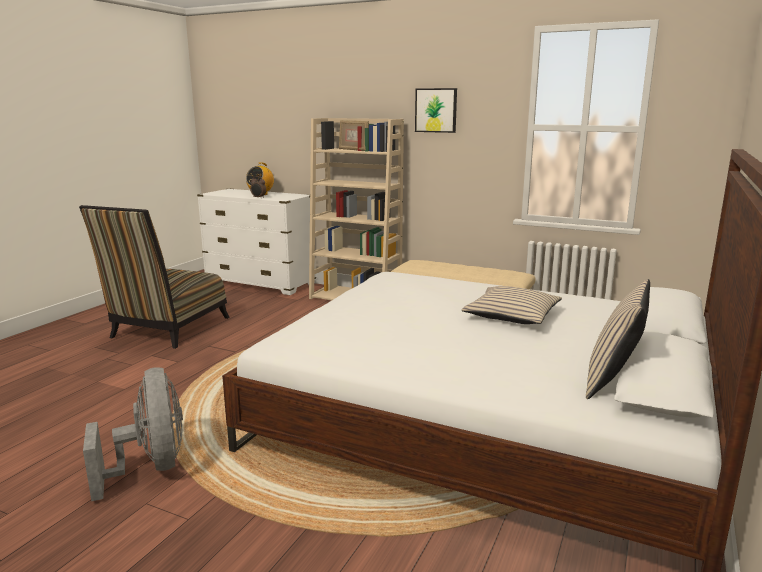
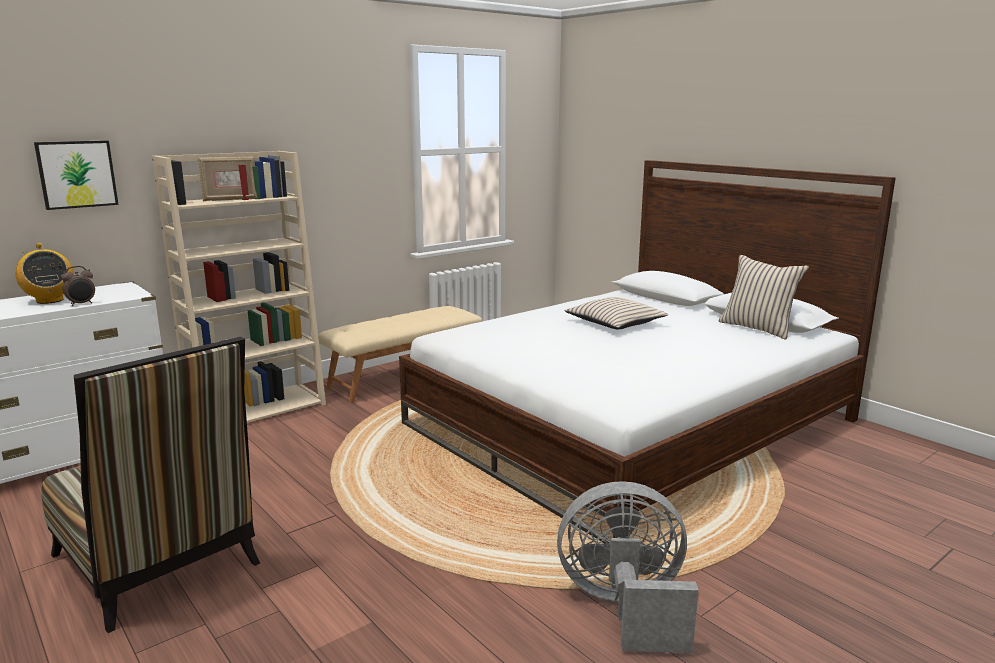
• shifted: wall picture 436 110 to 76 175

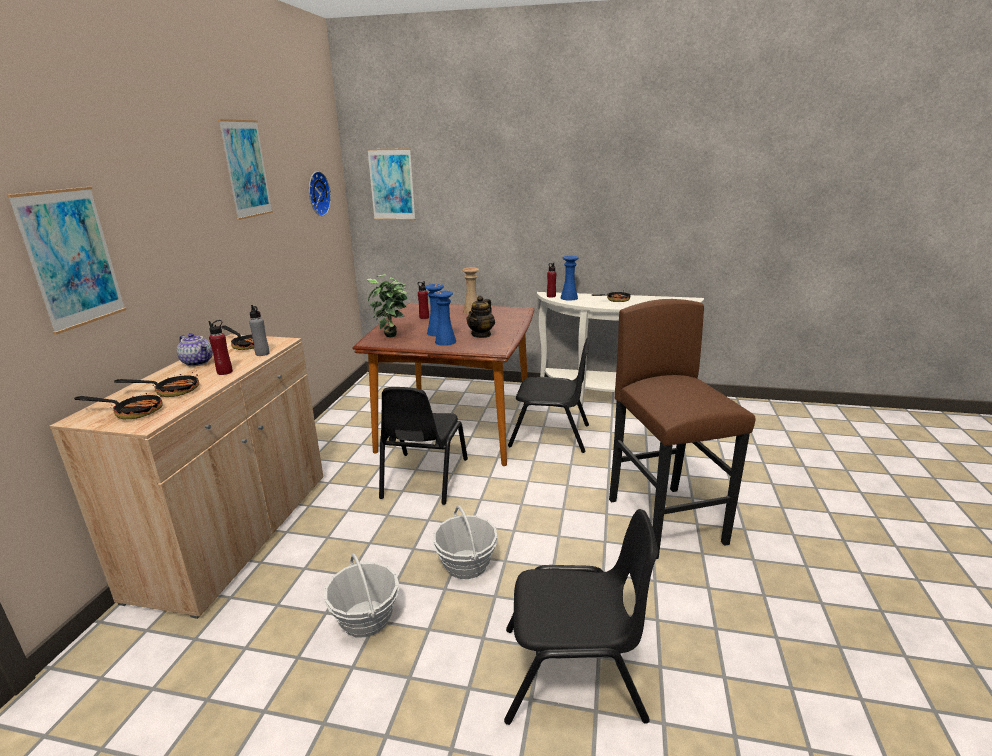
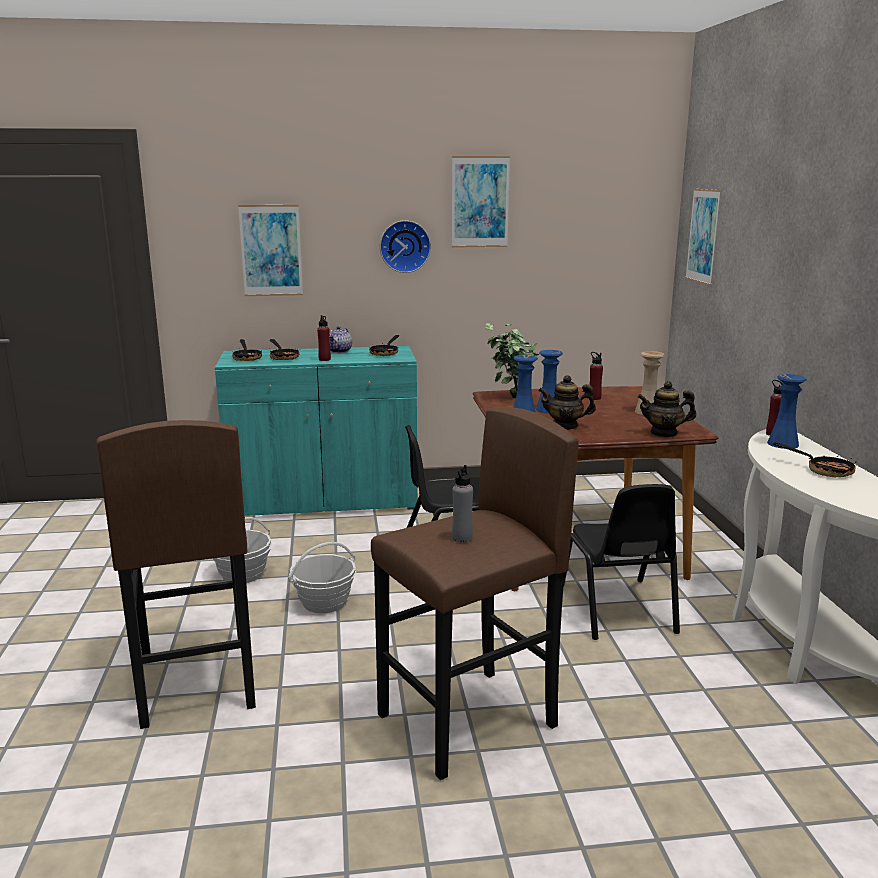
• new: tea pot 666 409
• shifted: grey drink bottle 259 330 to 462 503
• shifted: clock on the wall 320 193 to 405 246
• swapped: black upright chair 581 617 to brownish sitting stool 176 574
• repainted: beige storage cabinet 187 476 to blue-green storage cabinet 316 431

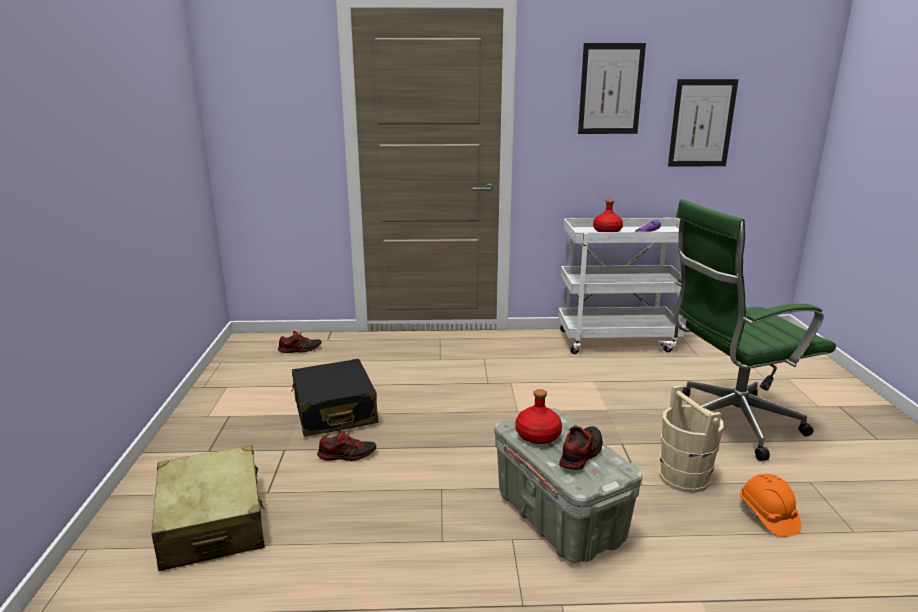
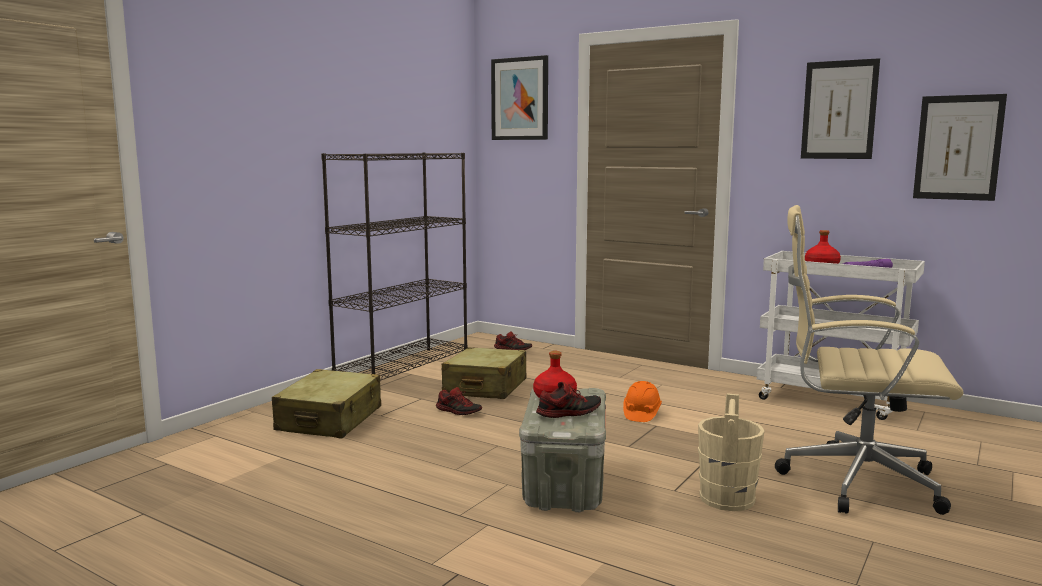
• new: black bookcase 394 267
• new: wall picture 519 97
• shifted: orange safety helmet 770 505 to 642 401
• repainted: black piece of luggage 334 398 to beige piece of luggage 484 373
• repainted: greenish desk chair 755 330 to beige desk chair 869 360

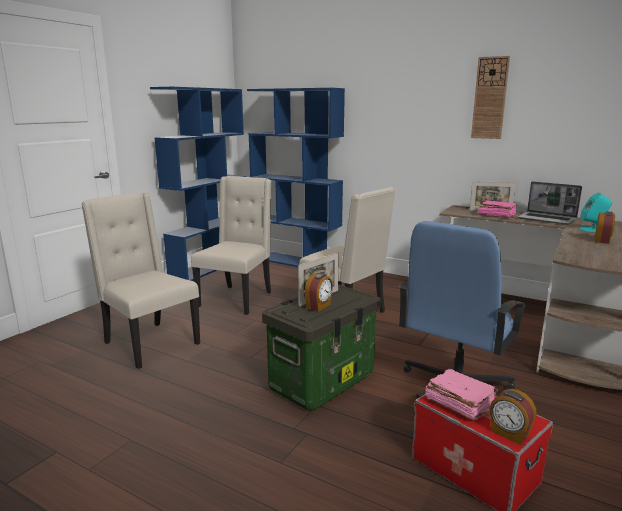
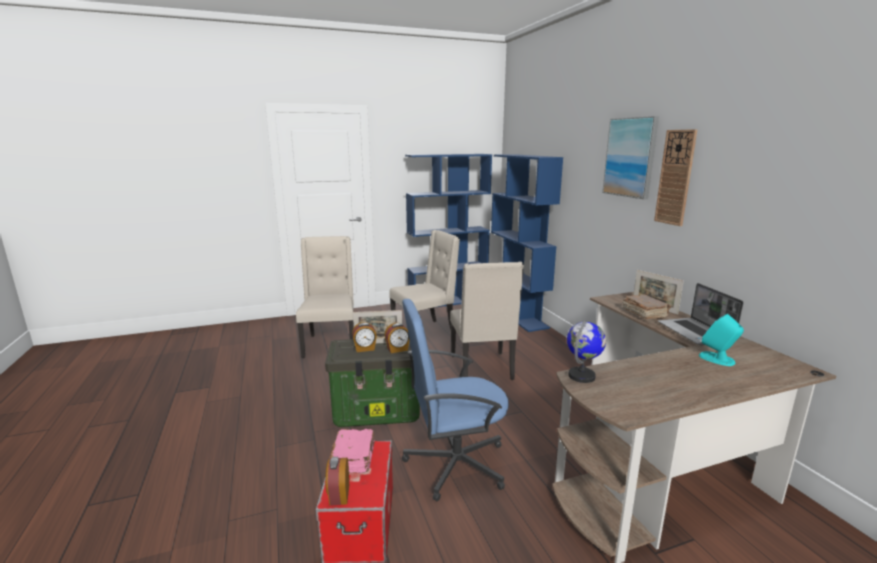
• new: desk globe 586 352
• new: wall picture 630 157
• shifted: bedside clock 605 227 to 397 338
• repainted: pink-coloured bound book 497 209 to brownish bound book 646 306

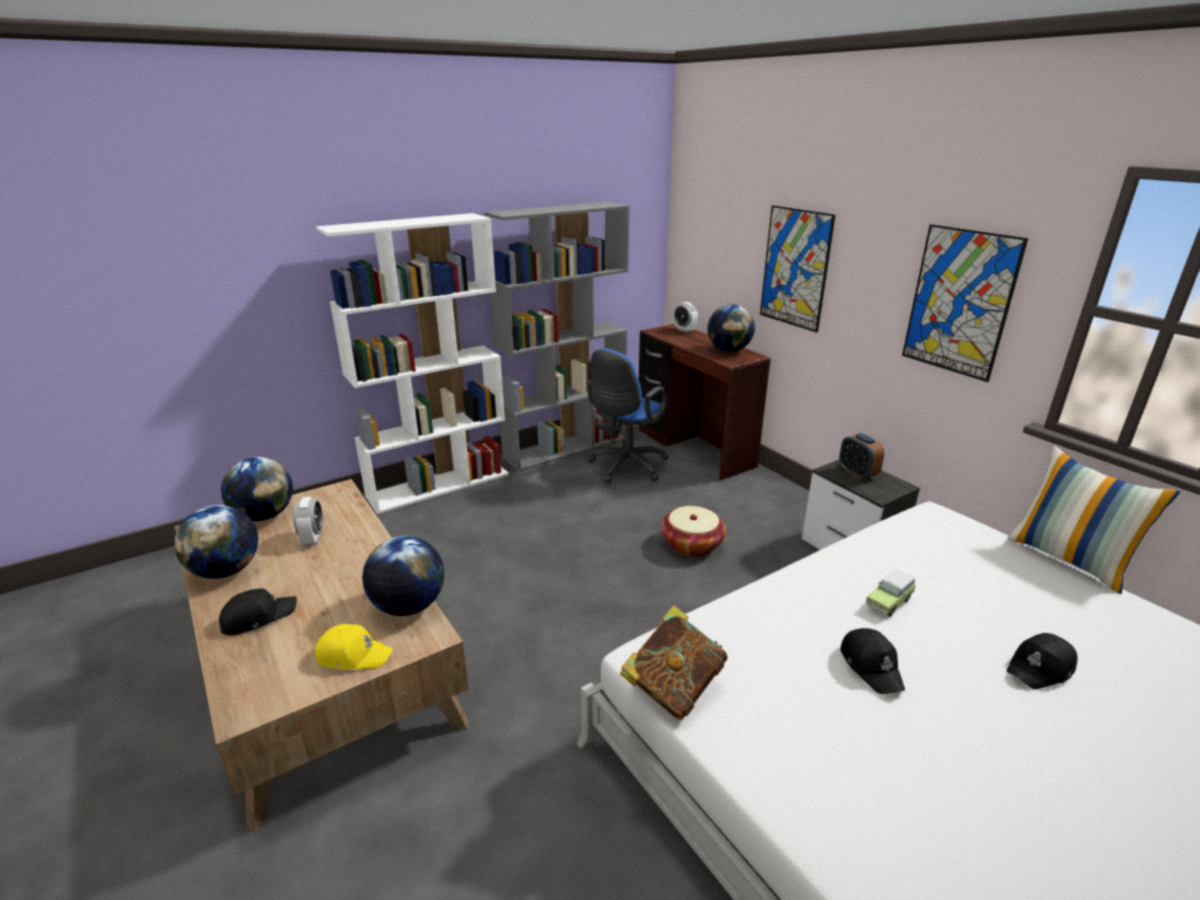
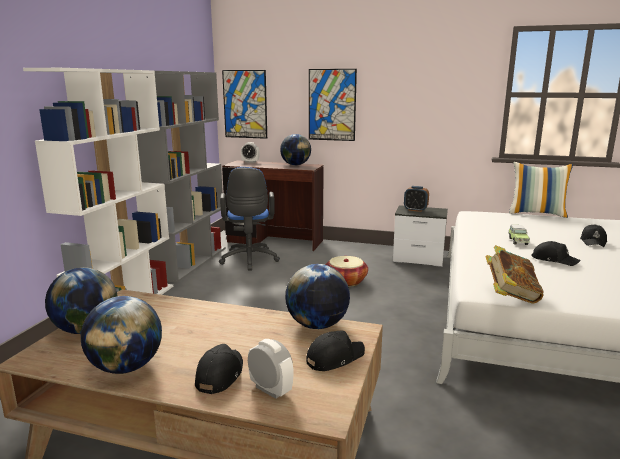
• shifted: bedside clock 308 521 to 270 369
• shifted: wall picture 965 303 to 244 104
• repainted: yellow-coloured cap 353 647 to black cap 335 351

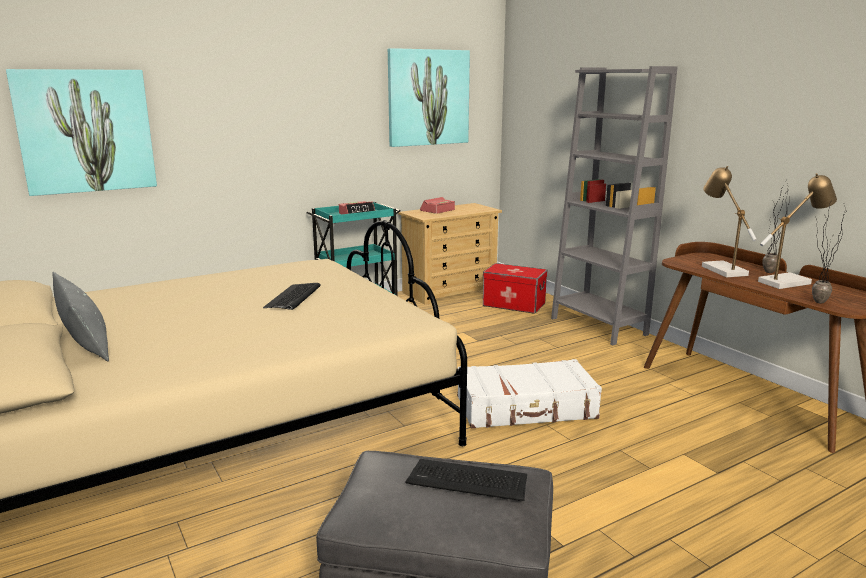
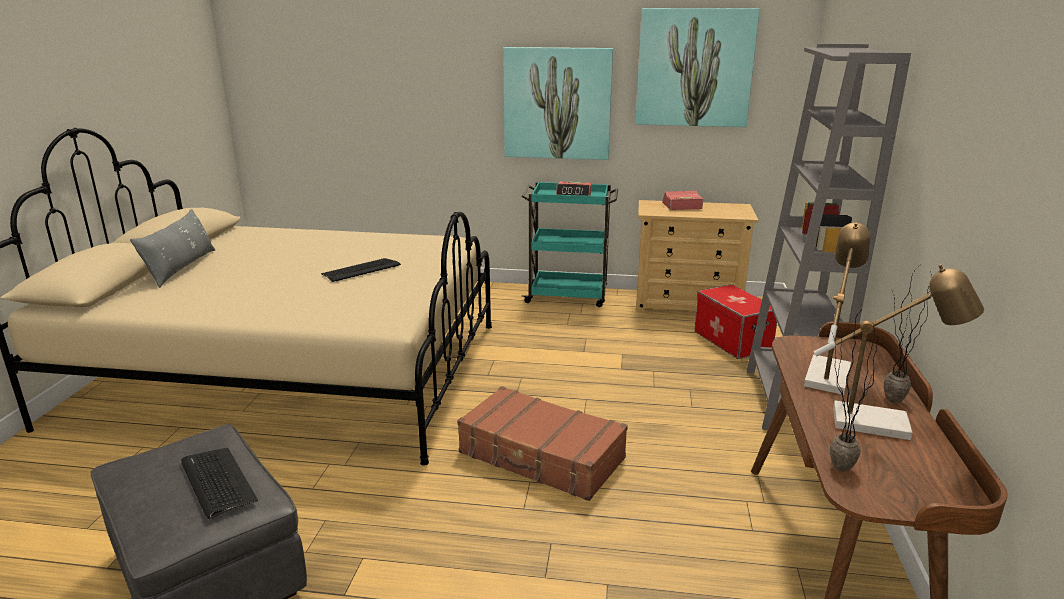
• shifted: wall picture 81 132 to 558 103
• repainted: white piece of luggage 529 393 to brownish piece of luggage 542 443

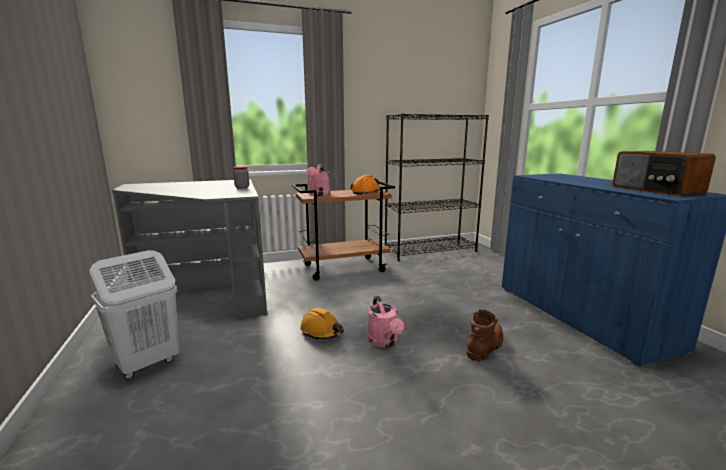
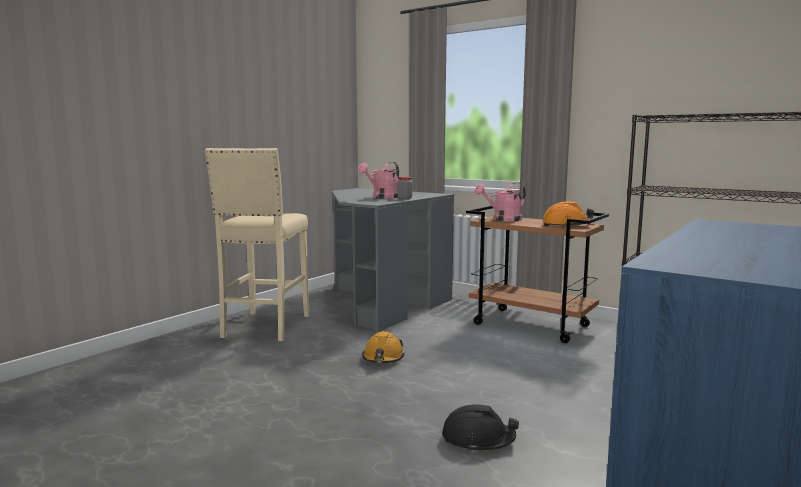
• gone: radio set 664 173
• shifted: pink-coloured watering can 386 322 to 378 180
• swapped: white hamper 134 314 to beige sitting stool 257 244
• swapped: brownish tall boot 484 335 to black safety helmet 480 428

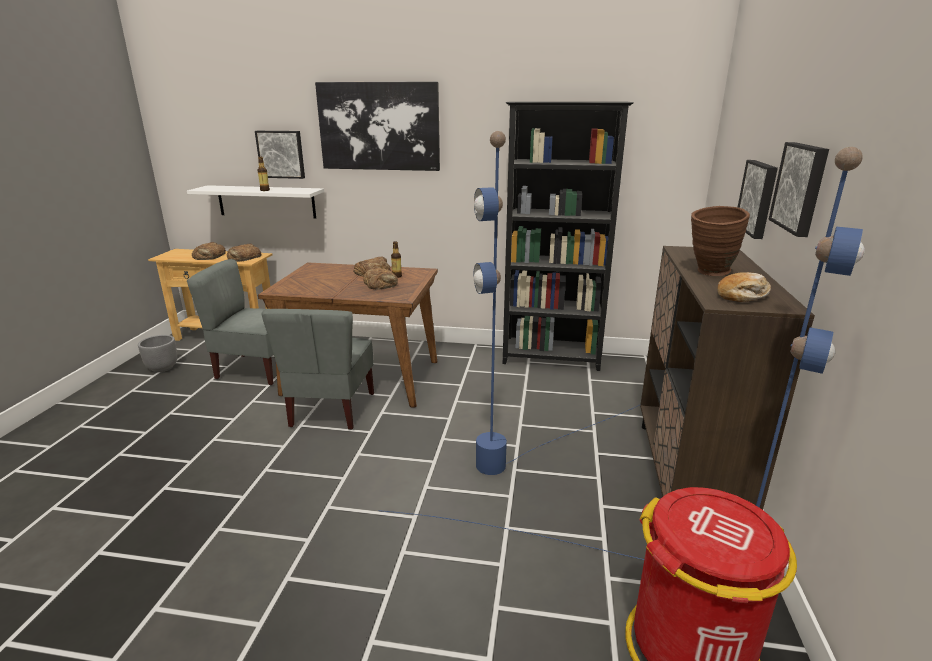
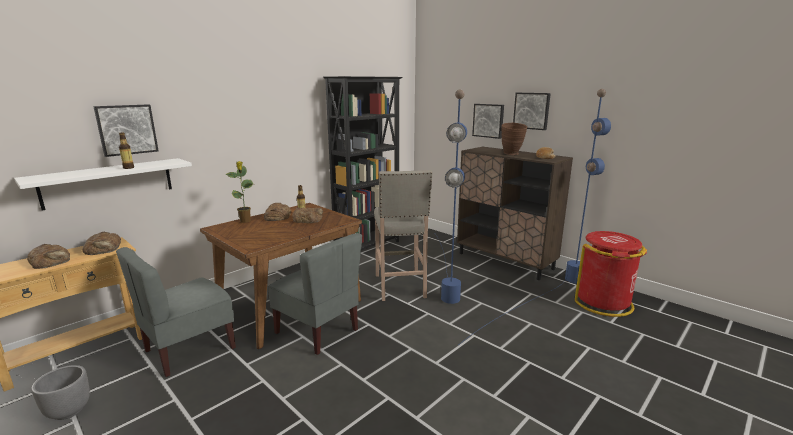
• gone: wall picture 377 126
• new: houseplant 239 192
• new: beige sitting stool 403 235

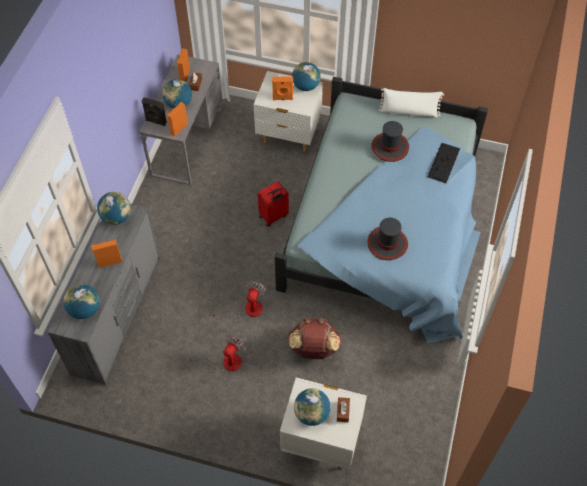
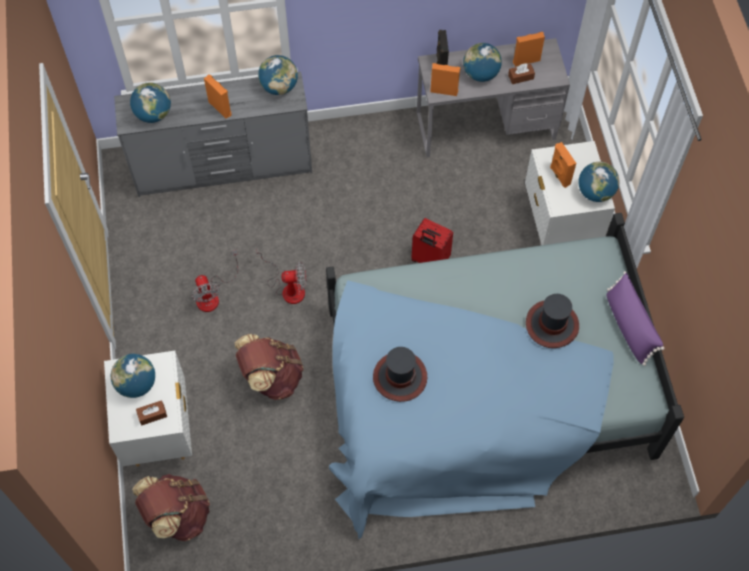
• gone: keyboard 443 163
• new: brownish rucksack 171 507
• repainted: white throw pillow 411 102 to purple throw pillow 635 318
• rotated: fan 215 354 = 214 281 60 degrees clockwise

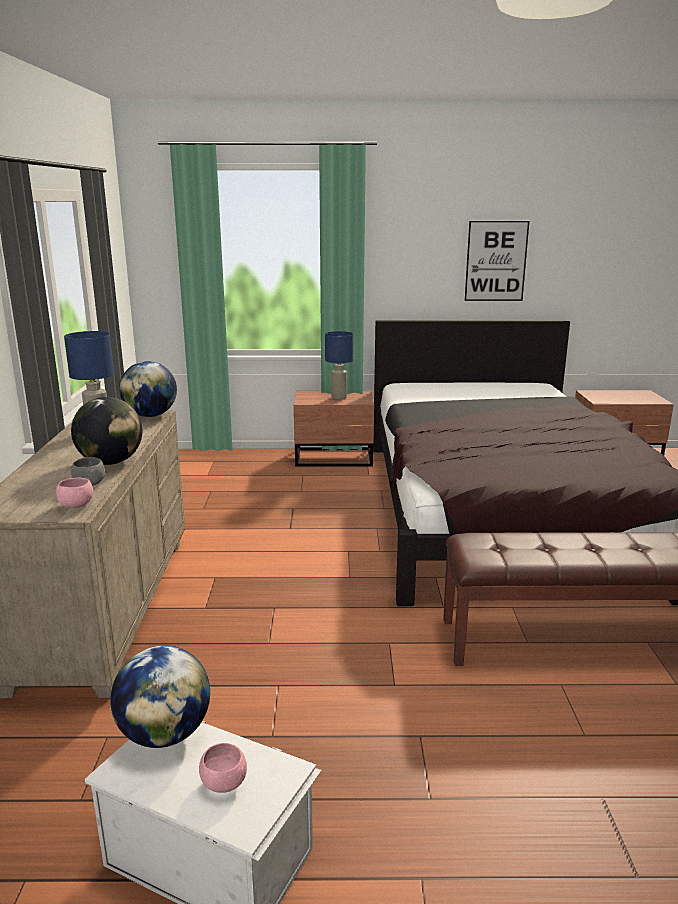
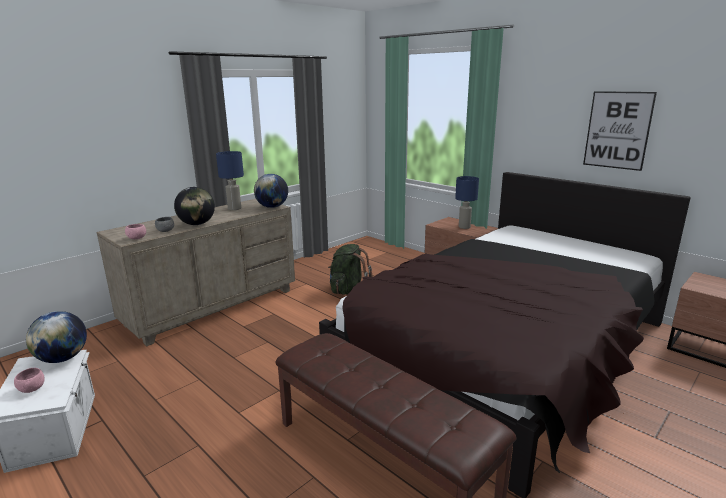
• new: greenish rucksack 350 269

